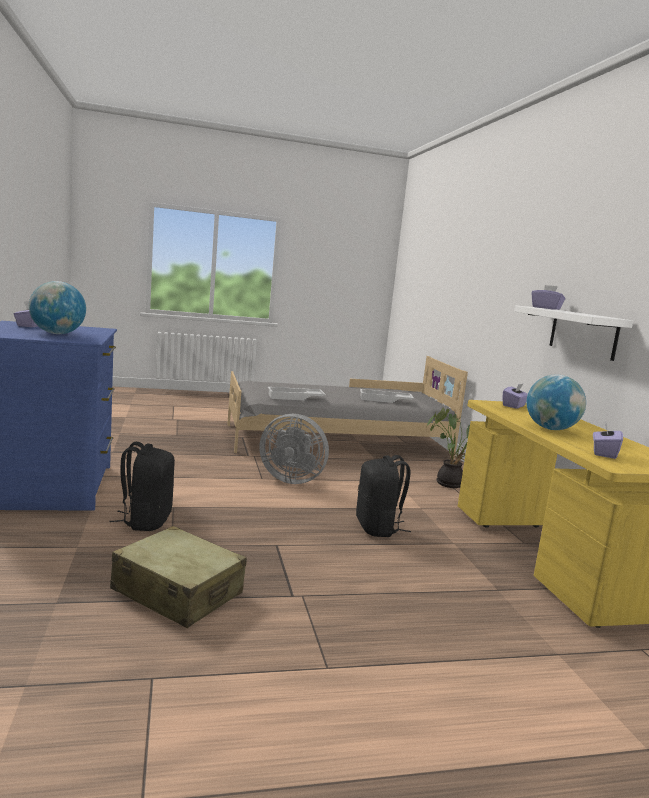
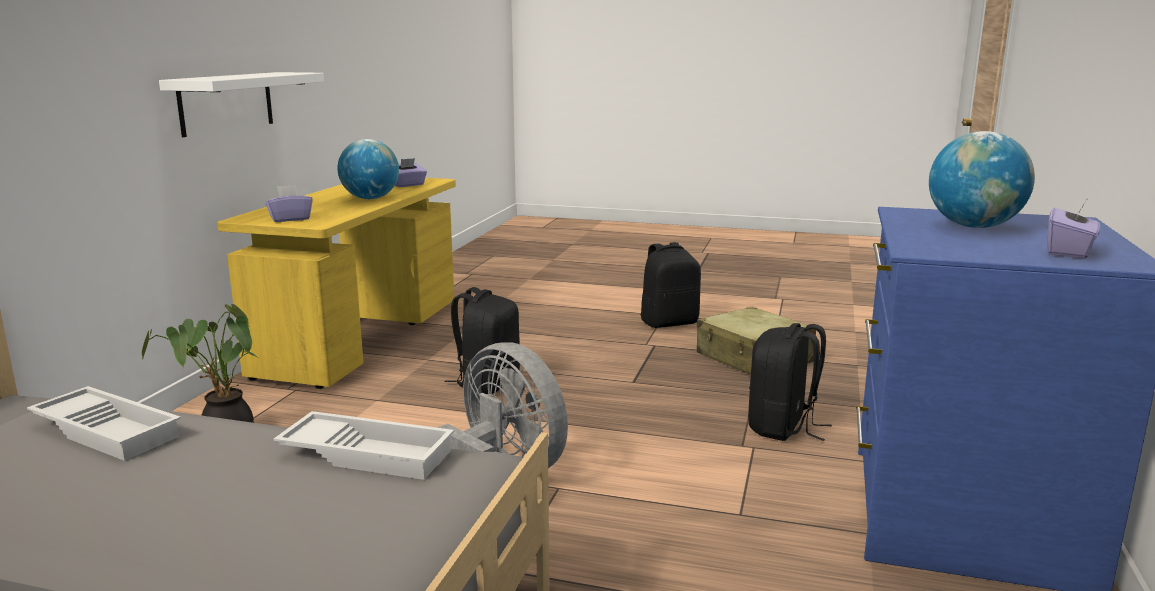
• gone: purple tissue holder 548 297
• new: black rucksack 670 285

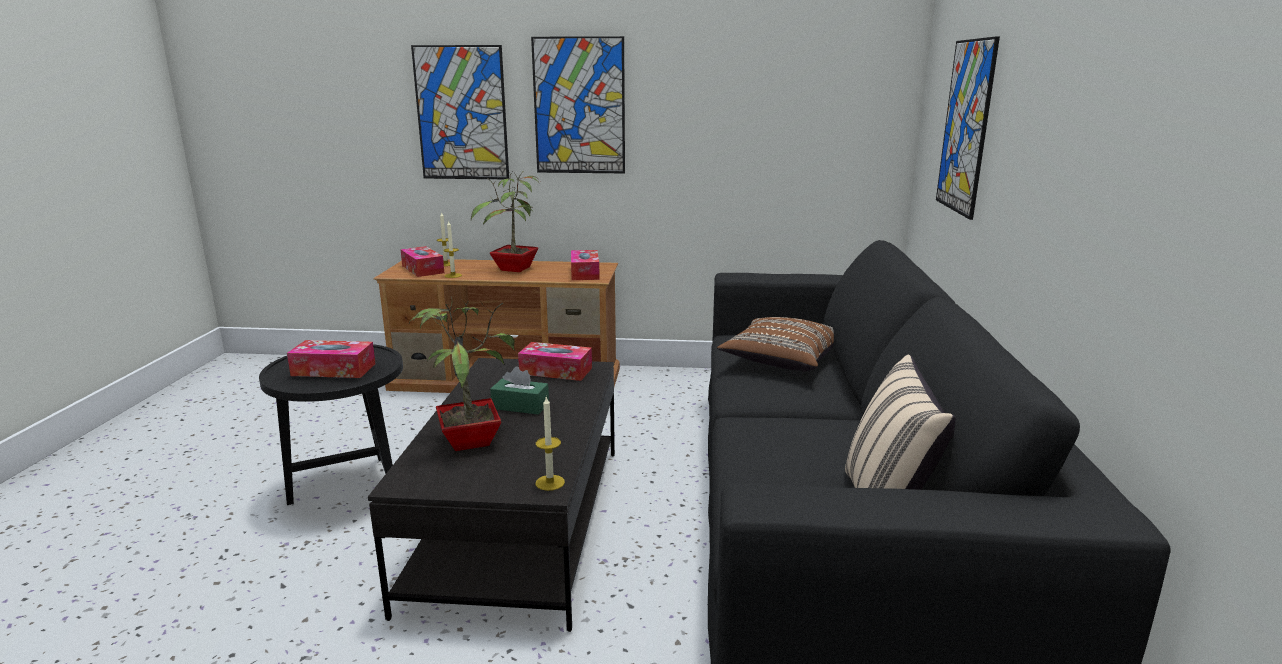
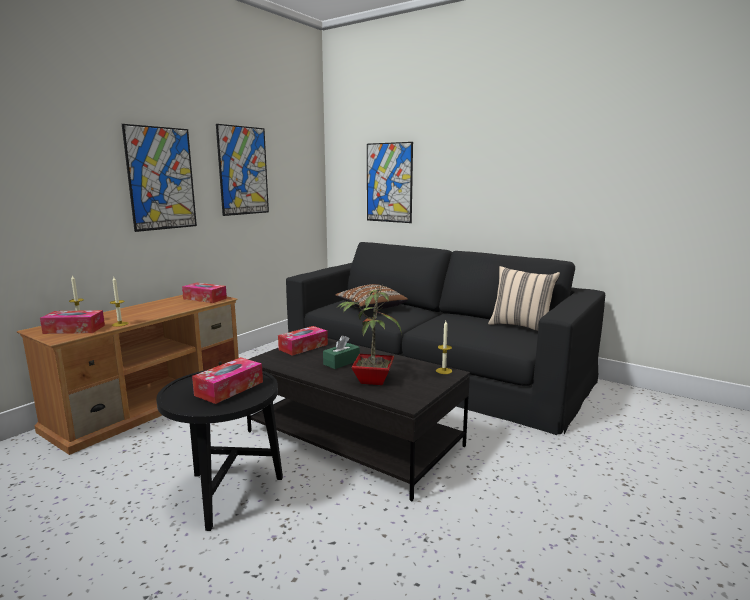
• gone: houseplant 505 222
• shifted: wall picture 460 112 to 242 170

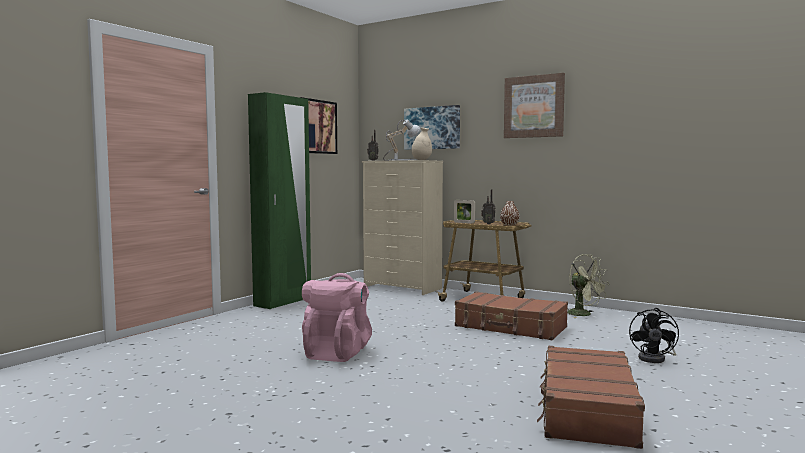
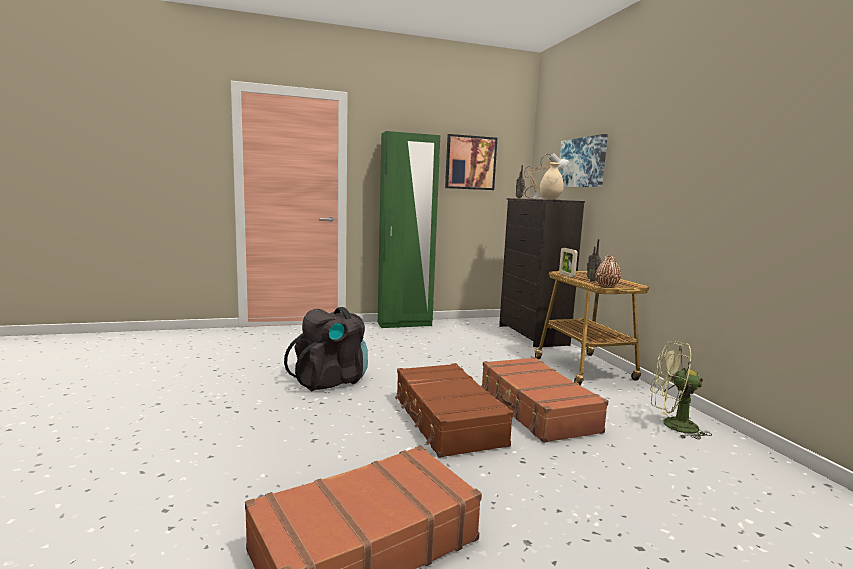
• gone: wall picture 534 105
• gone: black fan 654 335
• new: brownish piece of luggage 454 410
• repainted: pink-coloured rucksack 337 317 to black rucksack 326 349
• repainted: beige drawer chest 402 227 to black drawer chest 542 273
• rotated: greenish fan 588 286 = 681 390 105 degrees clockwise

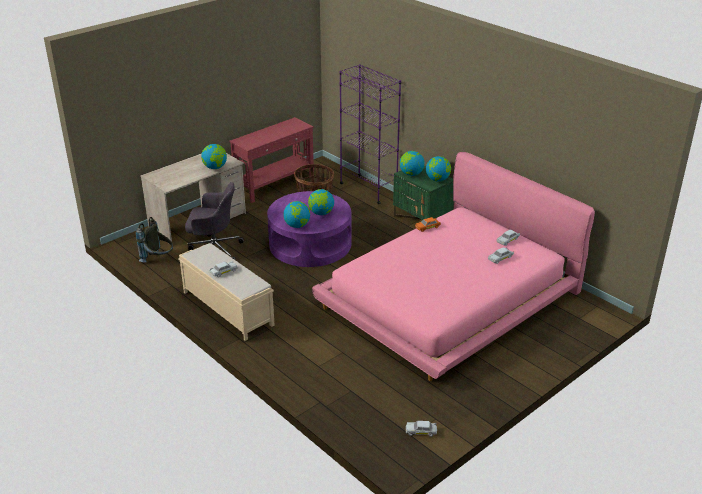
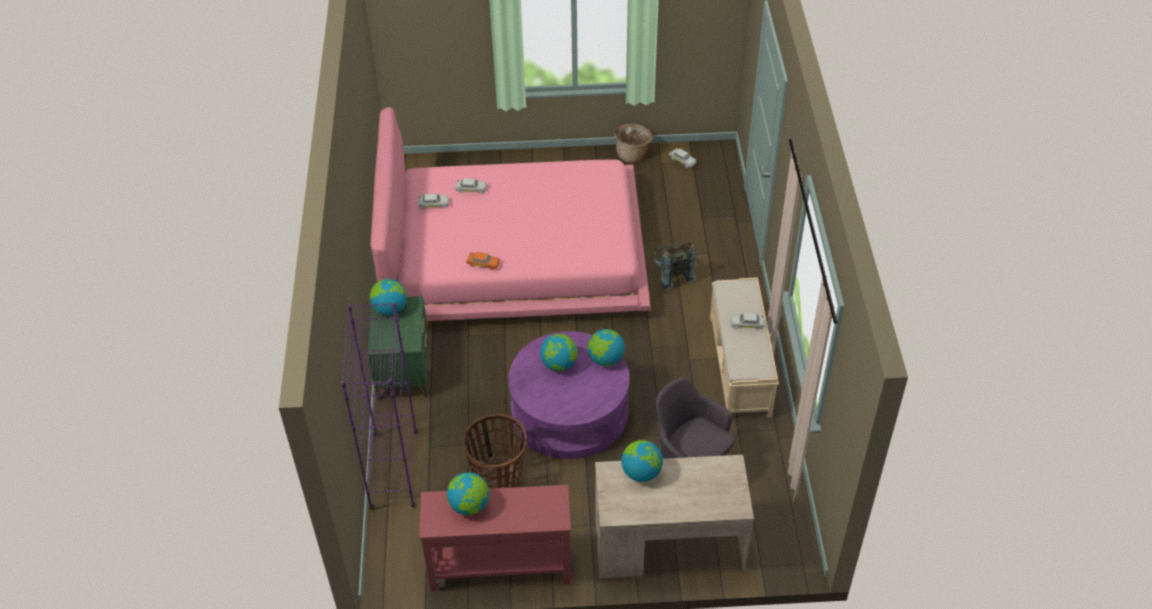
• new: household basket 633 143
• shifted: grey rucksack 154 240 to 675 266
• shifted: desk globe 412 163 to 468 493

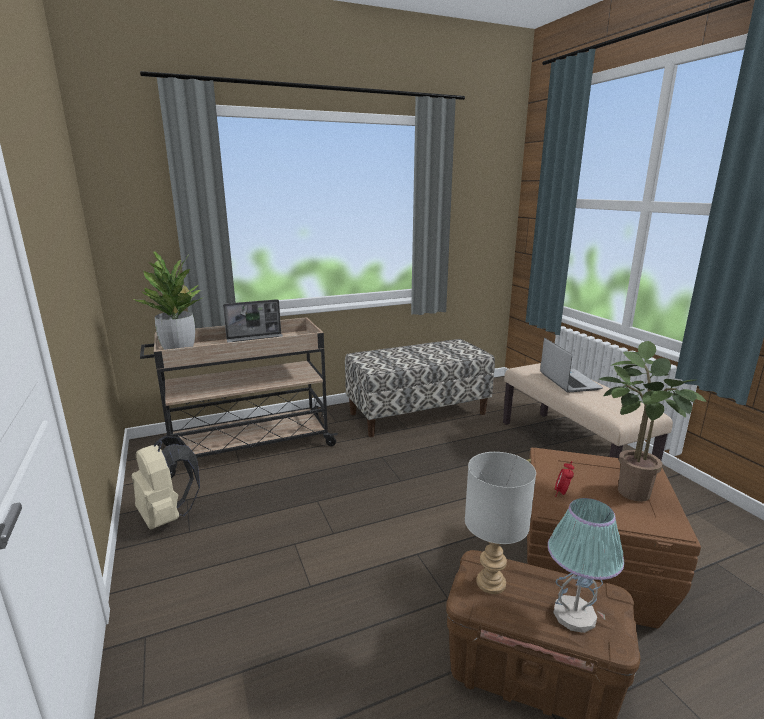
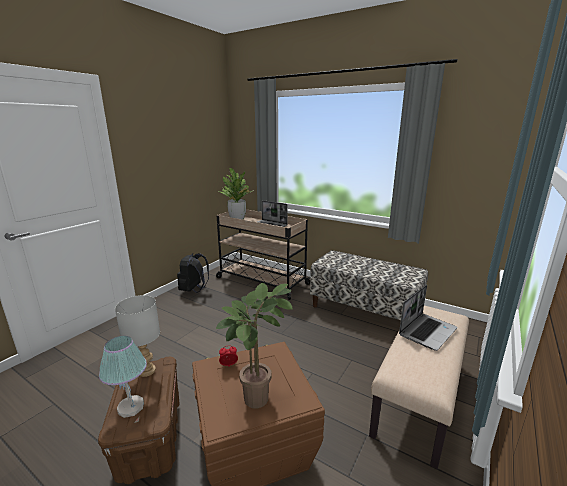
• repainted: beige rucksack 166 482 to black rucksack 193 273

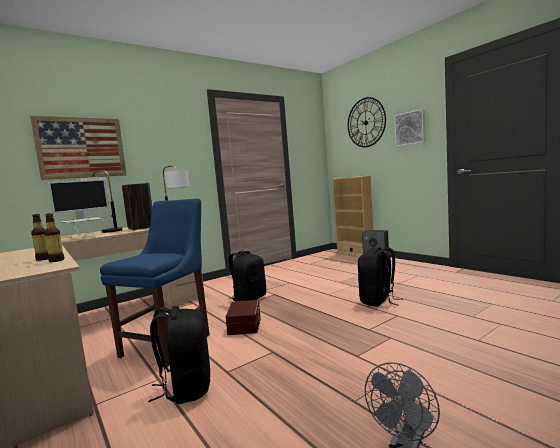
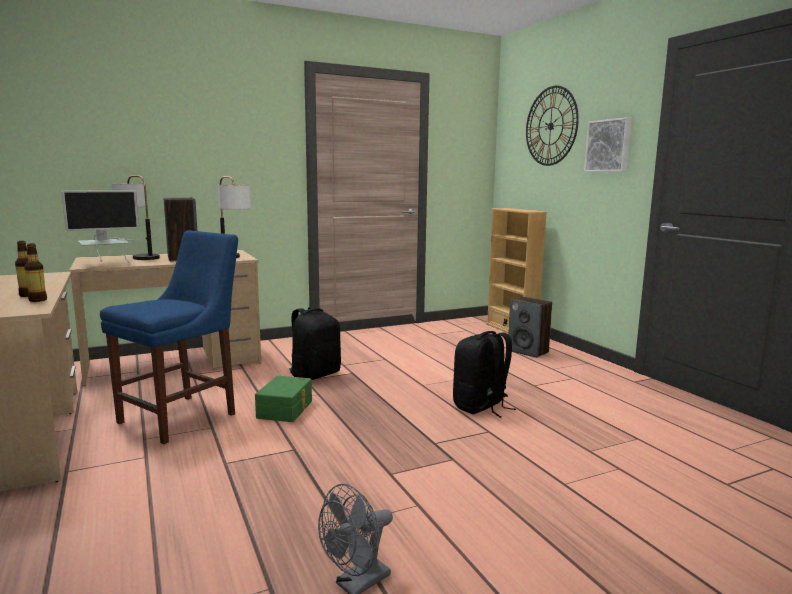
• gone: wall picture 78 148
• gone: black rucksack 179 355
• repainted: brownish storage container 243 317 to greenish storage container 283 399

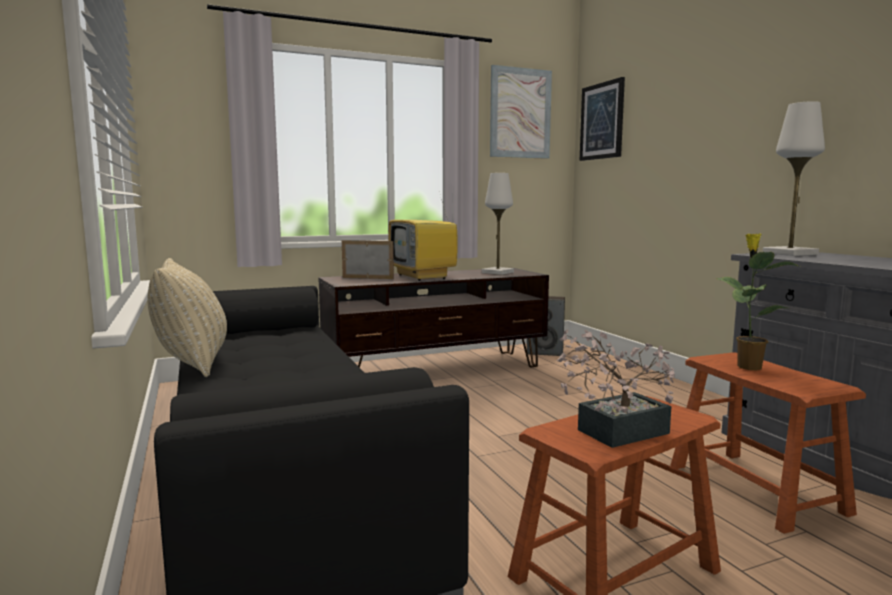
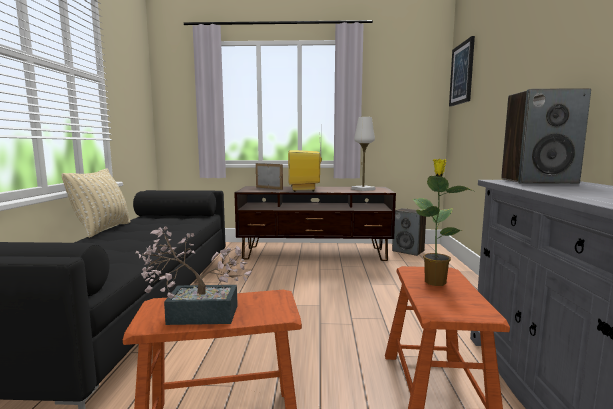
• gone: wall picture 521 112
• swapped: white lamp for a table 794 178 to speaker 546 136

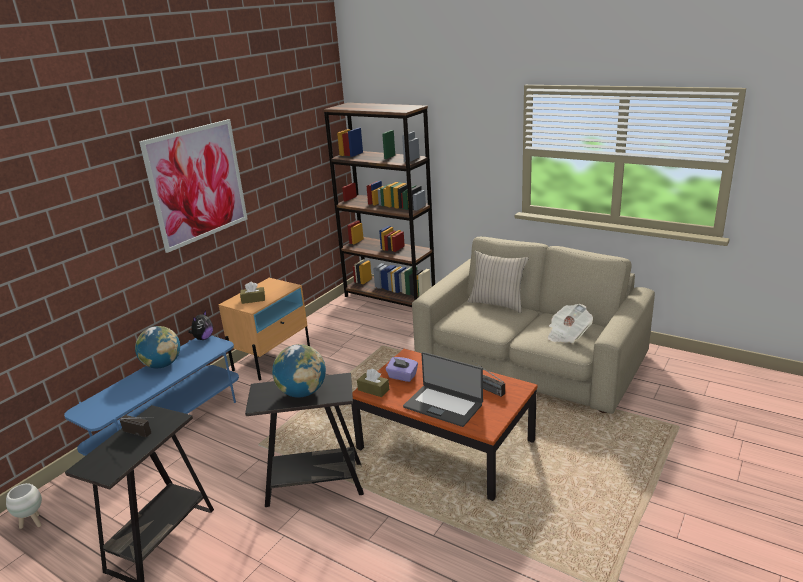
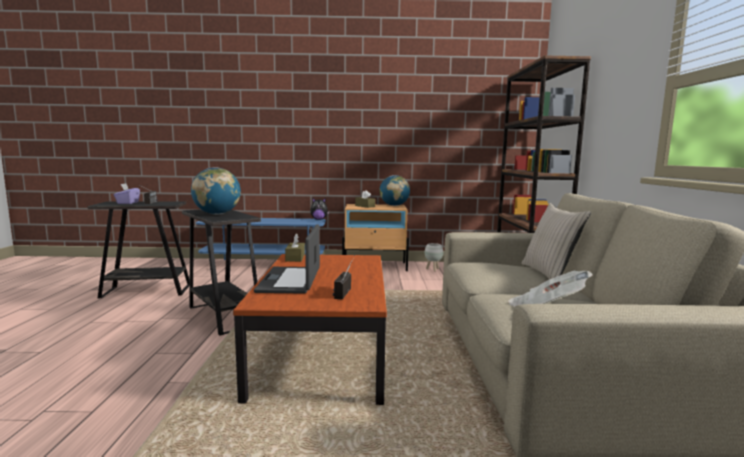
• gone: wall picture 193 186
• shifted: white plant pot 24 506 to 434 257
• shifted: desk globe 157 347 to 395 190
• shifted: purple tissue holder 402 369 to 126 193

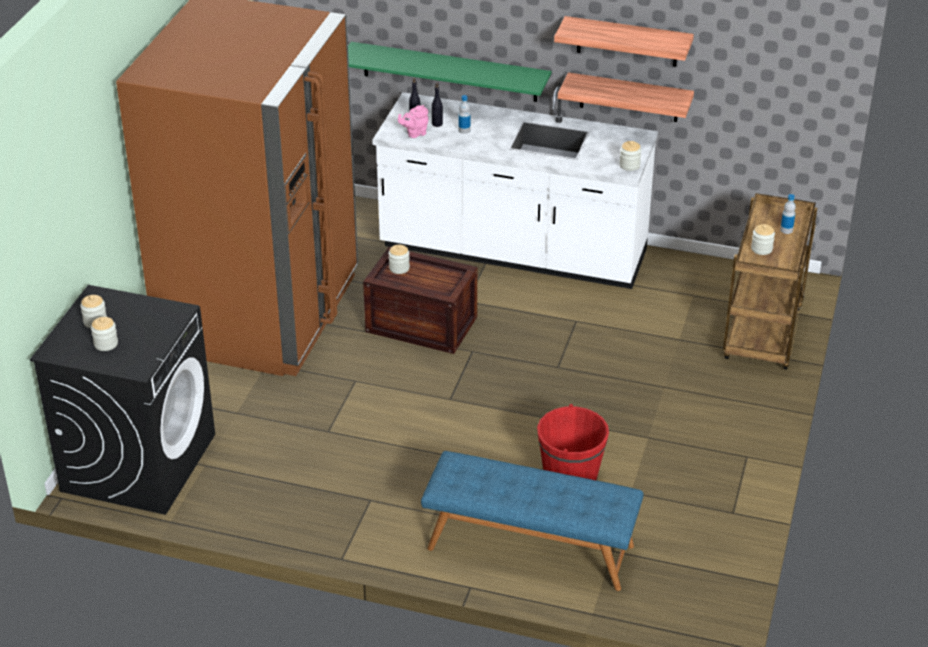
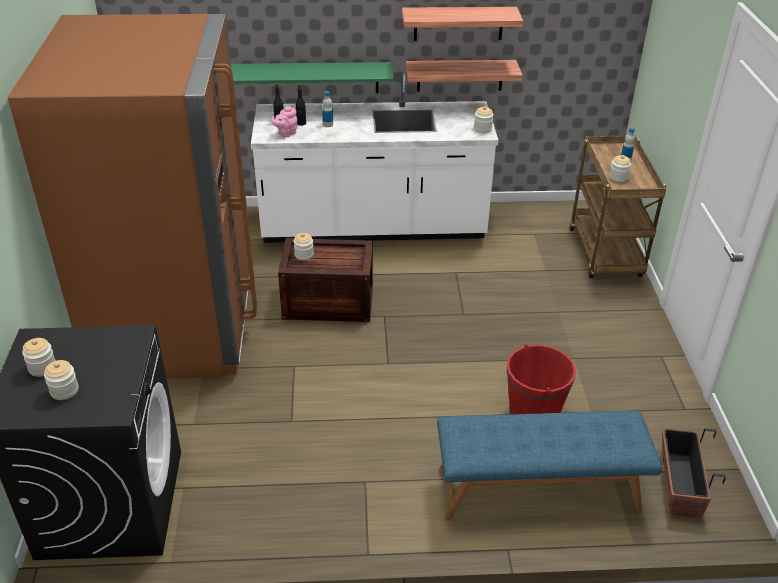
• new: plant pot 694 473

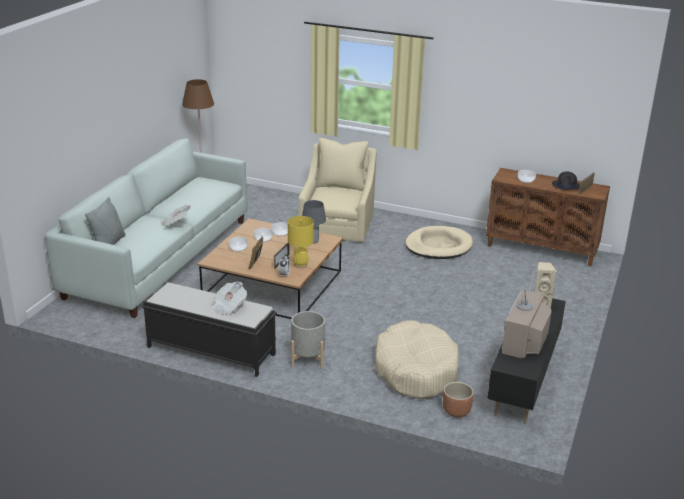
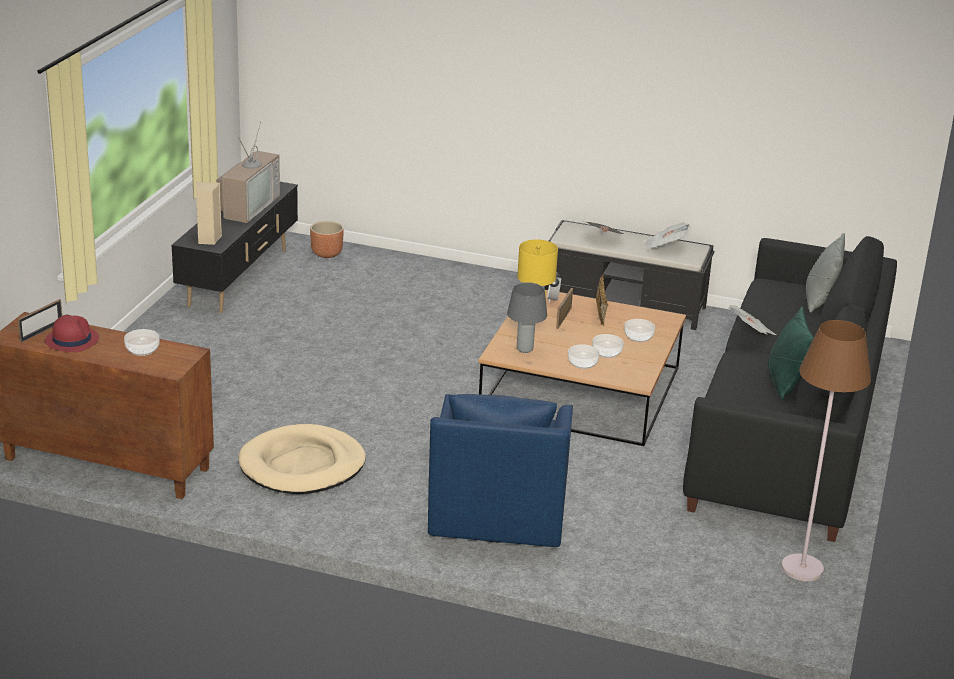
• gone: grey plant pot 308 340
• gone: beige pet bed 416 359
• new: newspaper 667 236
• new: greenish throw pillow 791 353
• repainted: white sofa 146 228 to black sofa 790 389
• repainted: beige armchair 338 190 to blue armchair 500 470
• repainted: black wearable hat 566 180 to reddish wearable hat 72 333

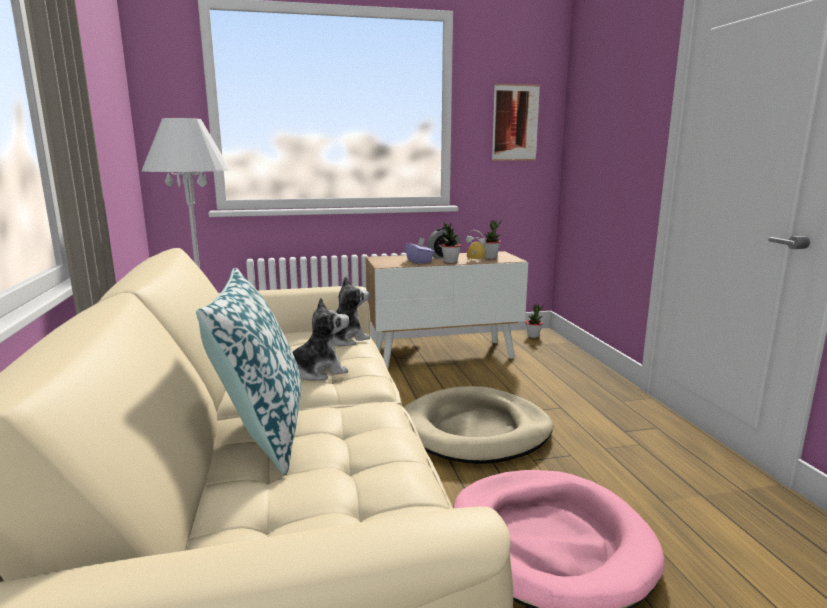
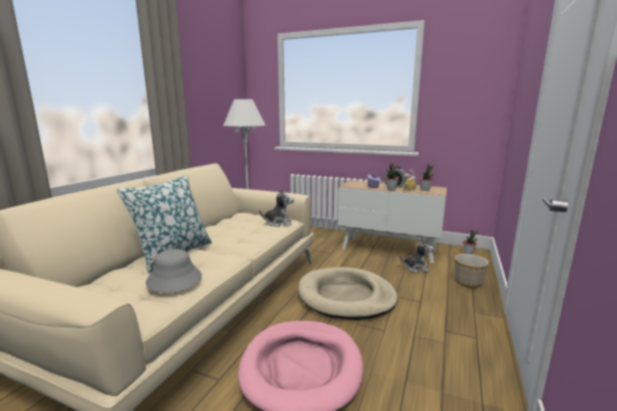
• gone: wall picture 516 122
• new: grey wearable hat 174 271
• new: plant pot 471 271
• shifted: plush toy 321 339 to 417 255

